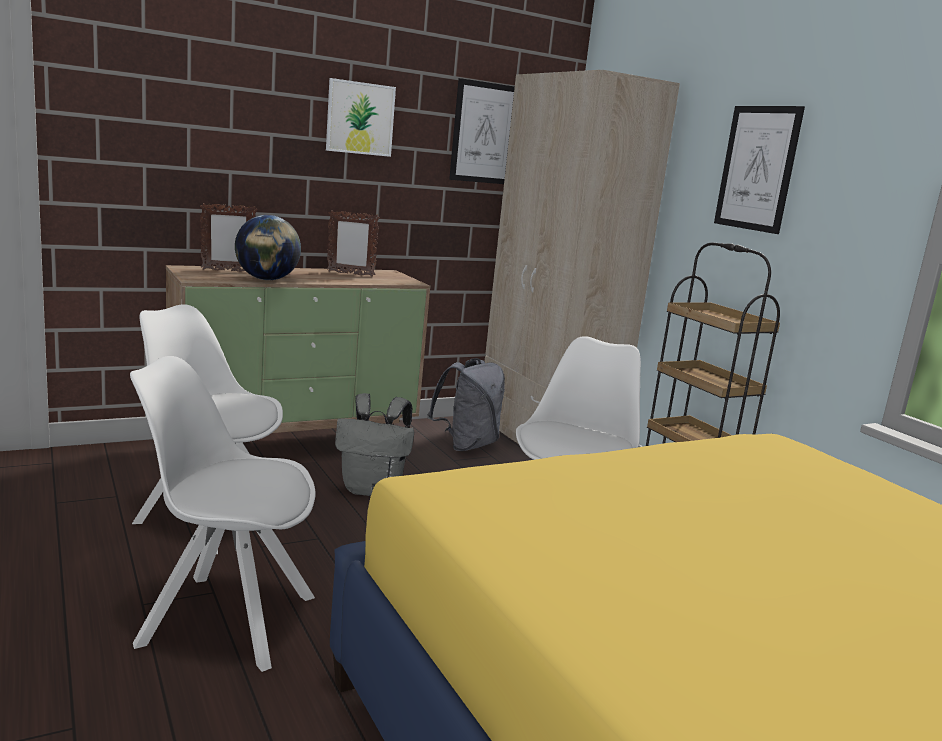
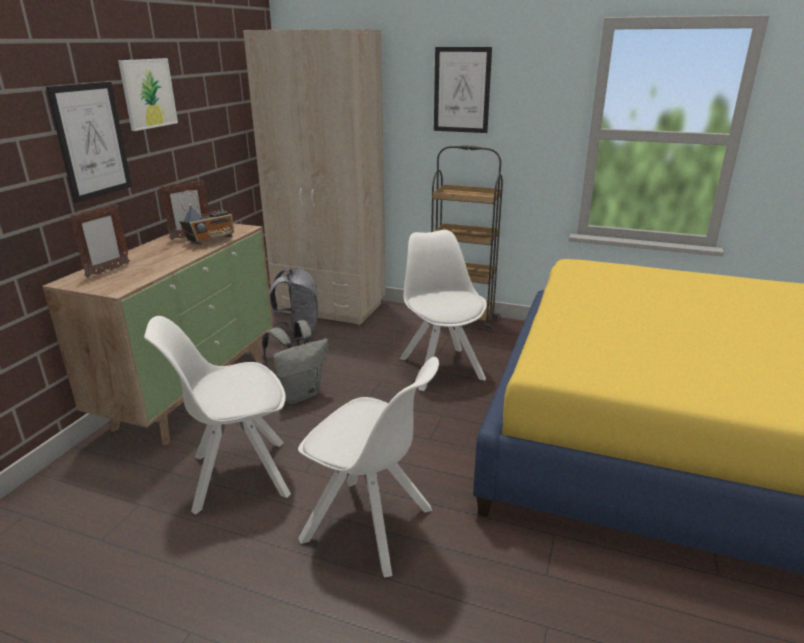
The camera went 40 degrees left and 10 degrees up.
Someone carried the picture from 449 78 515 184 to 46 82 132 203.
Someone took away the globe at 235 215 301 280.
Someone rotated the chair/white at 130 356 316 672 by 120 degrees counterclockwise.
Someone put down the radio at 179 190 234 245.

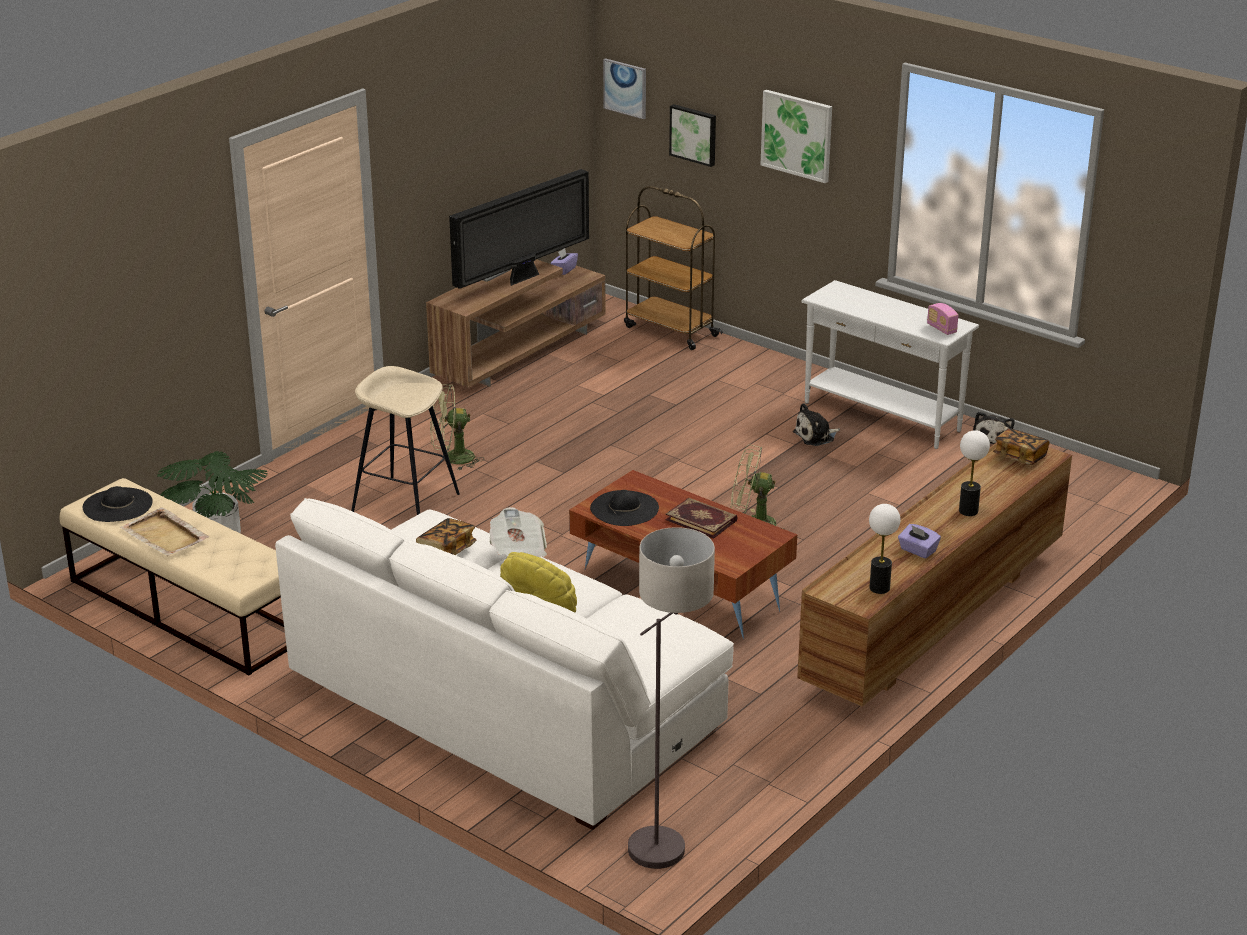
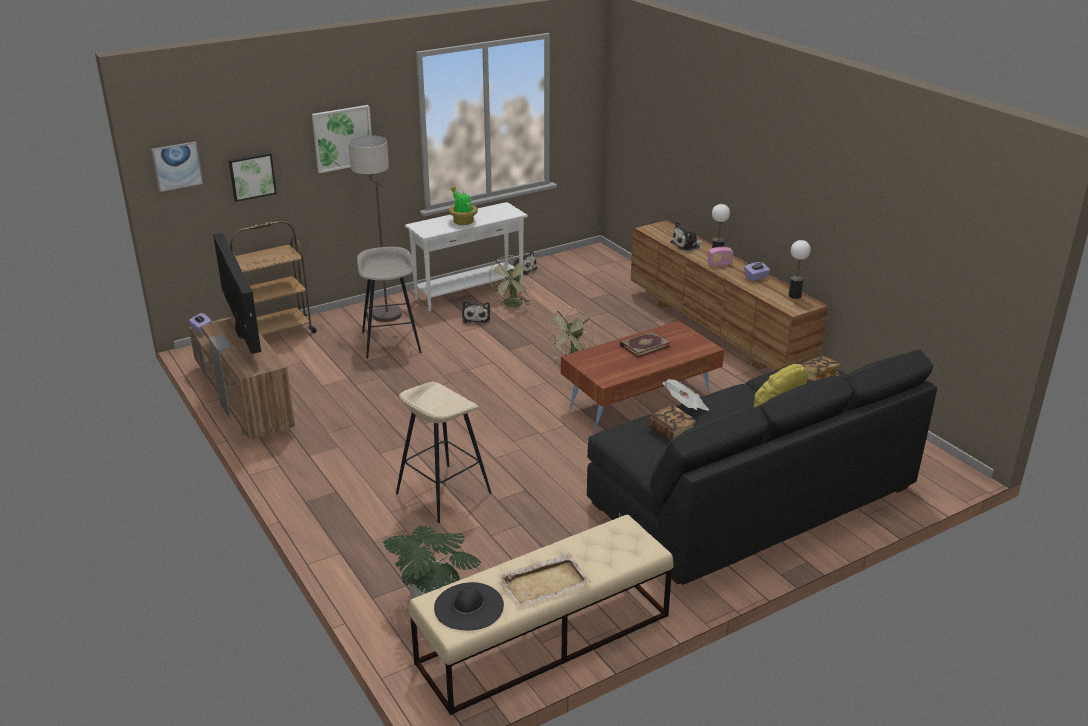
The camera went 70 degrees left and 0 degrees up.
Someone carried the radio from 927 303 958 335 to 708 247 734 266.
Someone carried the fan/green from 430 384 483 470 to 489 255 534 307.
Someone carried the book from 993 428 1049 465 to 800 355 841 382.
Someone took away the hat/black at 590 490 659 526.
Someone repainted the sofa/white at 275 498 734 830, which became the sofa/black at 587 350 937 585.
Someone carried the floor lamp/grey from 628 527 715 869 to 349 135 402 322.
Someone put down the potted plant at 449 187 478 225.
Someone put down the plush toy at 671 221 704 251.
Someone put down the stool/grey at 357 247 421 359.

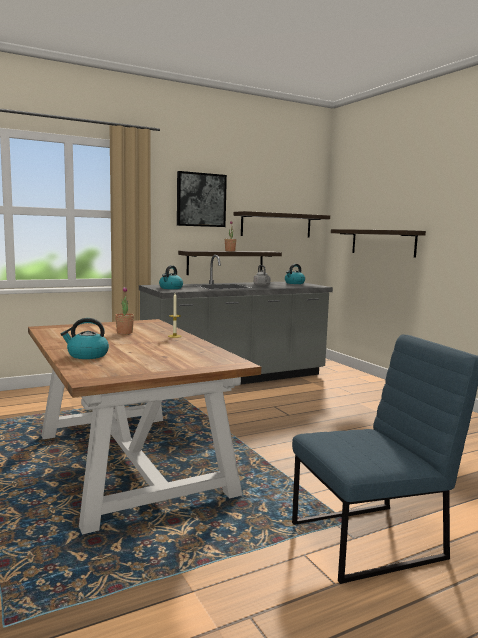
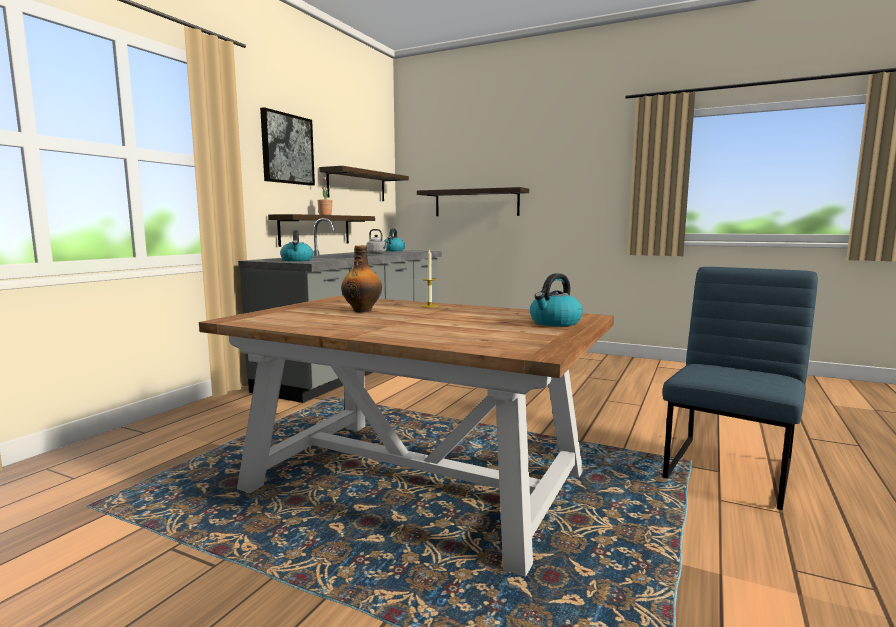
The camera went 35 degrees left and 0 degrees up.
Someone swapped the potted plant at 115 287 134 334 for the bottle at 341 245 382 312.
Someone carried the kettle from 61 318 109 359 to 530 273 583 326.

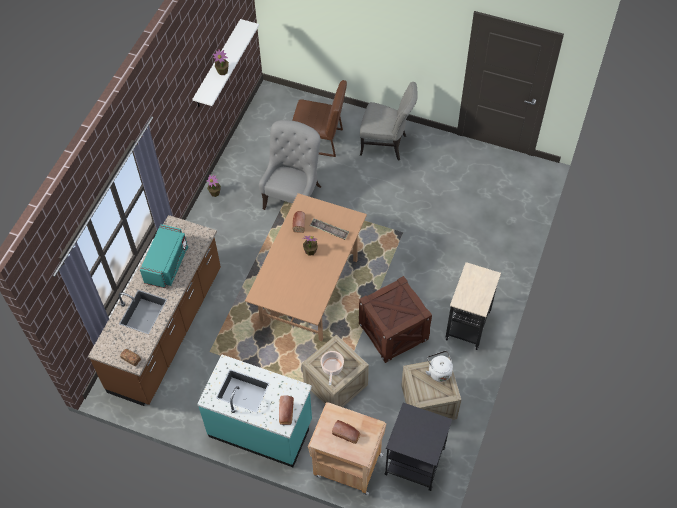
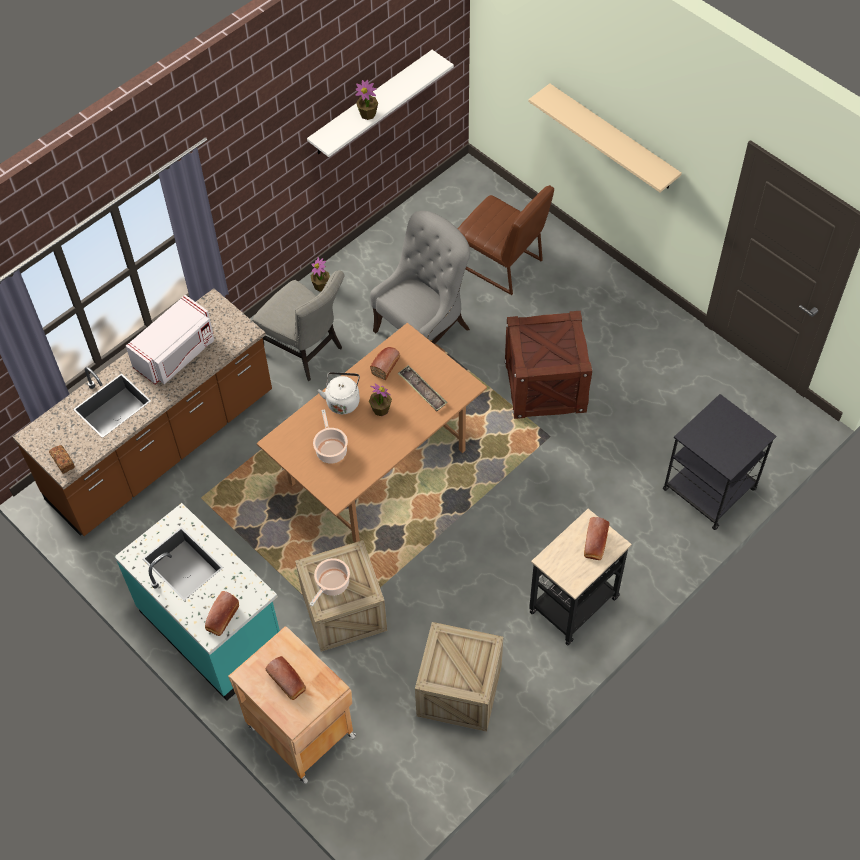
The camera went 25 degrees right and 0 degrees up.
Someone carried the chair/grey from 360 82 418 160 to 252 270 345 381.
Someone repainted the microwave/turquoise at 140 224 188 288, which became the microwave/white at 126 295 214 384.
Someone carried the crate from 359 276 432 363 to 504 311 593 419.
Someone carried the kettle/white from 425 351 453 382 to 318 372 360 414.
Someone carried the cart/black from 384 403 452 491 to 663 394 776 530.
Someone put up the shelf/beige at 529 84 682 192.
Someone put down the cooking pot at 313 409 348 464.
Someone put down the bread at 584 517 610 560.

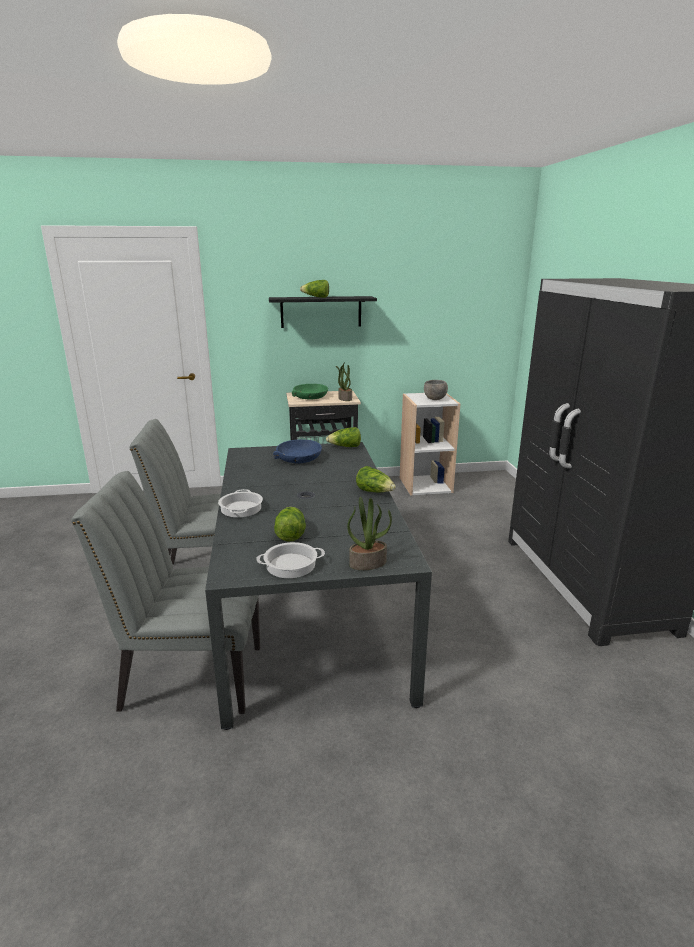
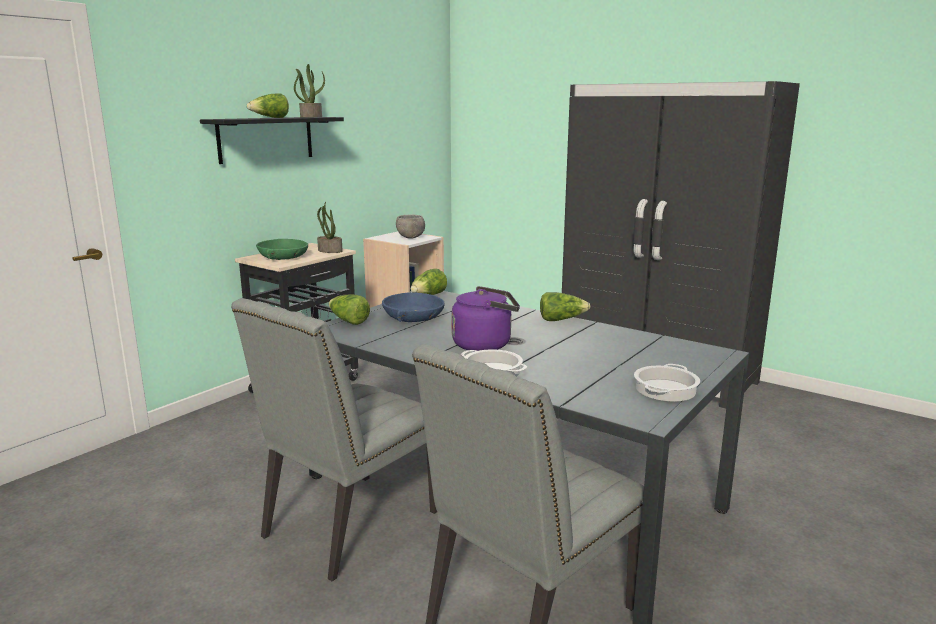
The camera went 45 degrees left and 5 degrees down.
Someone carried the potted plant from 347 497 392 570 to 294 64 325 117.
Someone carried the lettuce from 274 507 306 542 to 329 295 370 325.
Someone put down the kettle/purple at 451 286 520 351.

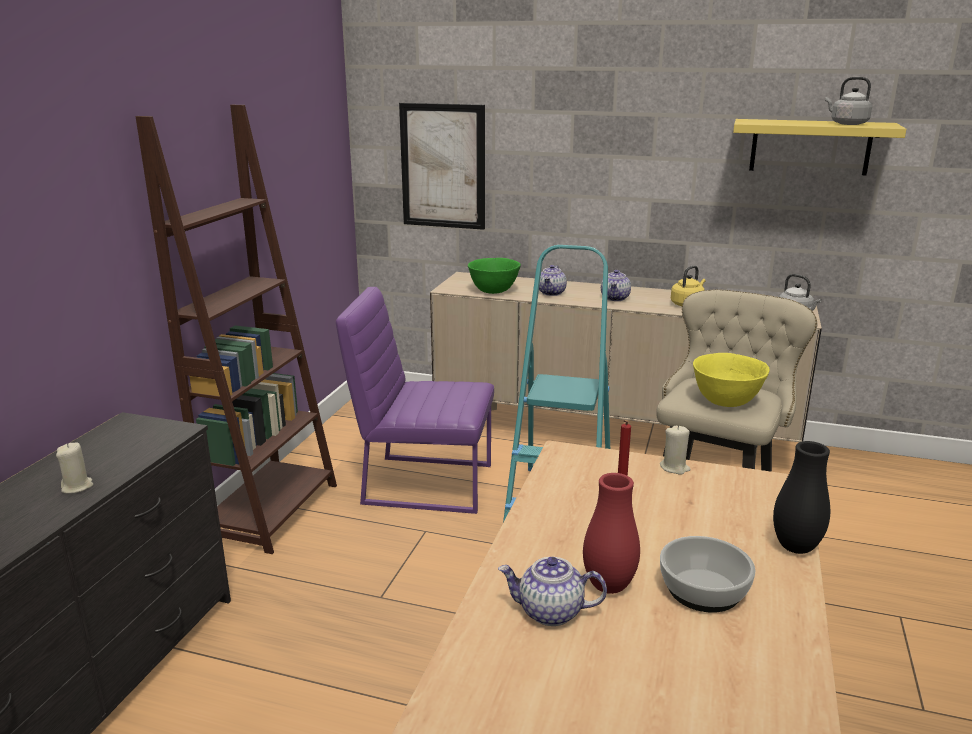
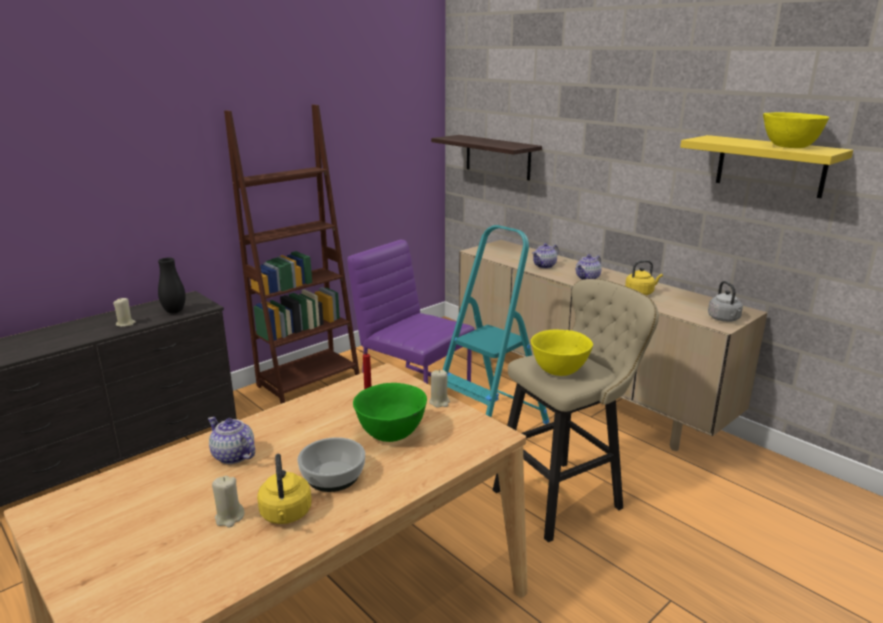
The camera went 30 degrees right and 0 degrees up.
Someone swapped the kettle/grey at 825 77 872 125 for the bowl/yellow at 763 112 829 148.
Someone swapped the picture at 399 103 485 230 for the shelf at 431 135 542 180.
Someone carried the bowl/green from 468 258 521 294 to 353 383 427 442.
Someone carried the vase/black from 773 441 830 554 to 158 258 186 313.
Someone took away the vase/red at 583 473 640 594.
Someone put down the kettle/yellow at 257 454 312 524.
Someone put down the candle/beige at 212 476 245 527.

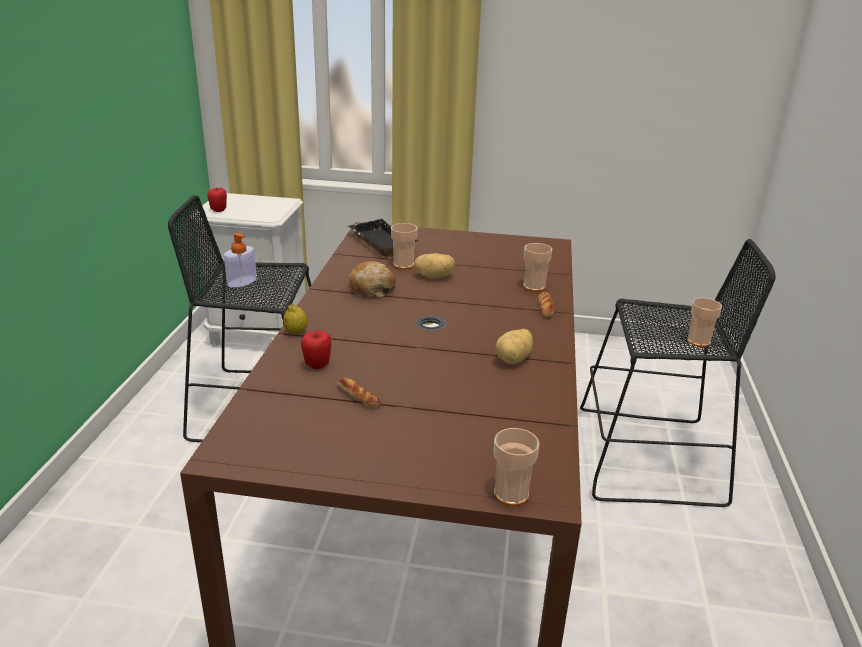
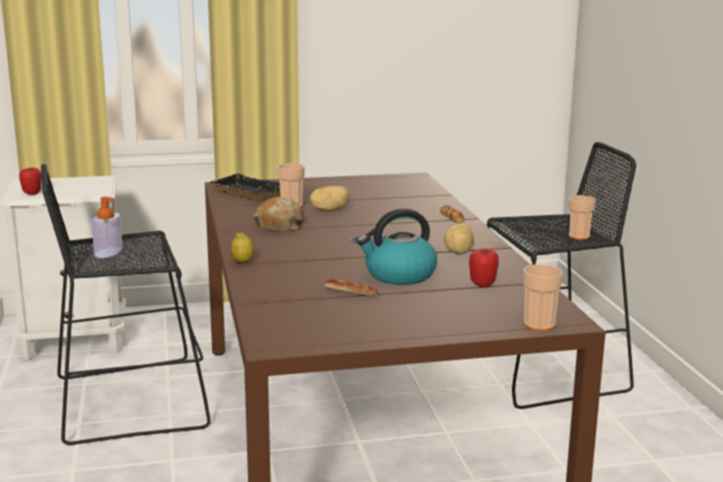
The camera went 20 degrees left and 10 degrees down.
Someone took away the cup at 523 243 552 292.
Someone carried the apple from 301 331 331 369 to 469 248 499 287.
Someone put down the kettle at 357 209 437 285.

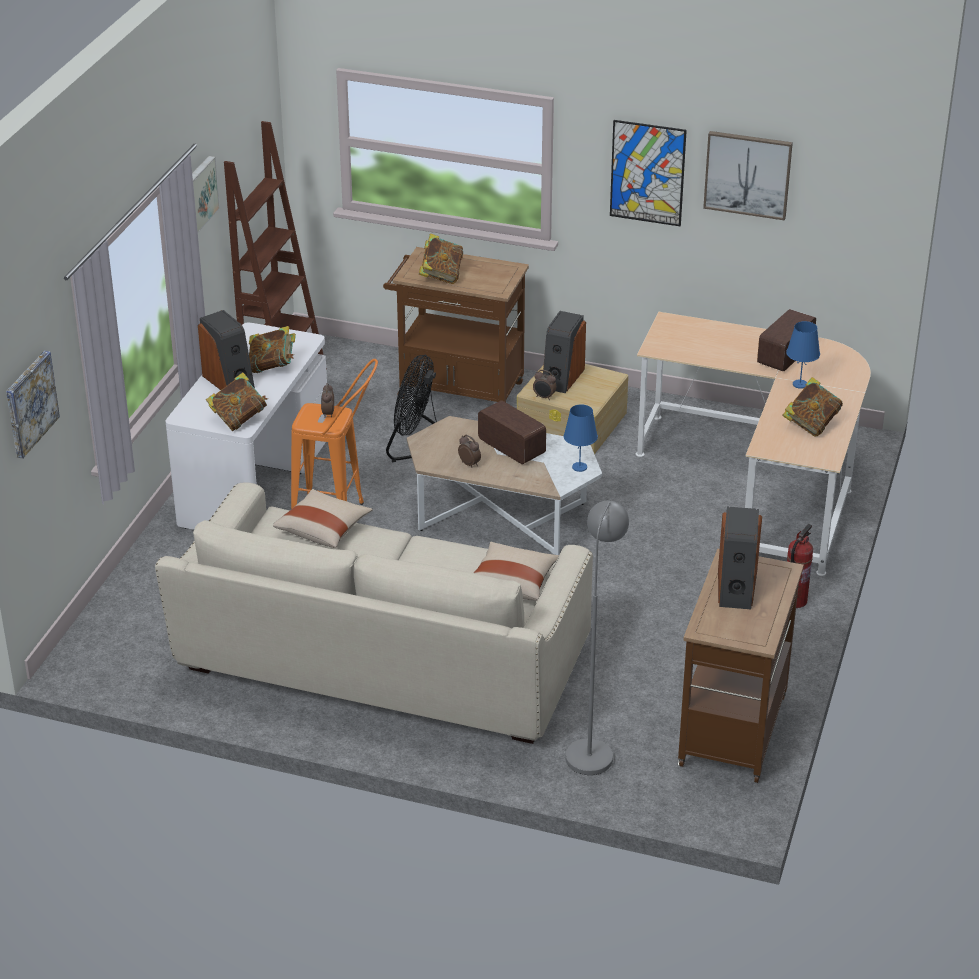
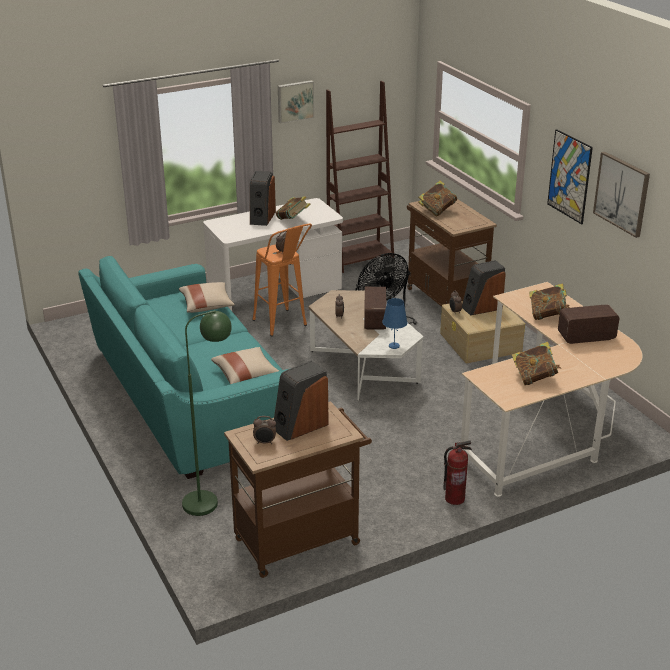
The camera went 45 degrees right and 5 degrees down.
Someone took away the table lamp/blue at 786 321 820 389.
Someone took away the picture at 6 351 60 459.
Someone carried the book from 206 372 268 431 to 529 283 570 320.
Someone repainted the sofa/beige at 155 482 593 744, which became the sofa/turquoise at 78 256 288 479.
Someone repainted the floor lamp/grey at 565 501 629 775, which became the floor lamp/green at 182 310 232 516.
Someone put down the alarm clock at 253 416 276 444.

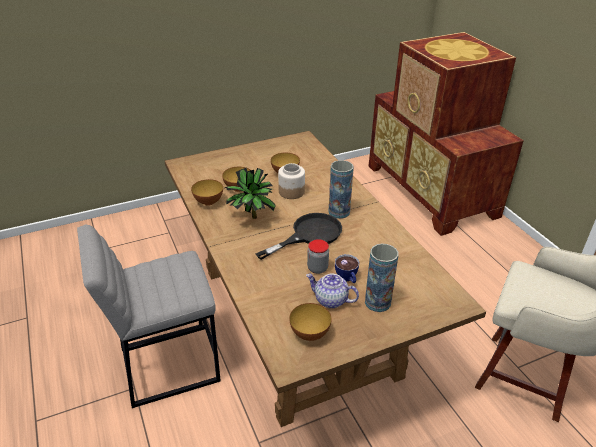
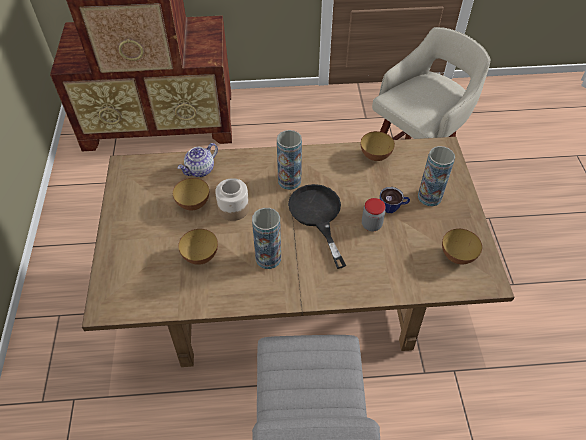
The camera went 70 degrees left and 15 degrees up.
Someone swapped the potted plant at 225 168 275 219 for the vase at 252 208 281 269.
Someone carried the bowl from 191 179 223 206 to 361 131 395 161.
Someone carried the teapot from 306 274 359 308 to 178 143 218 177.

